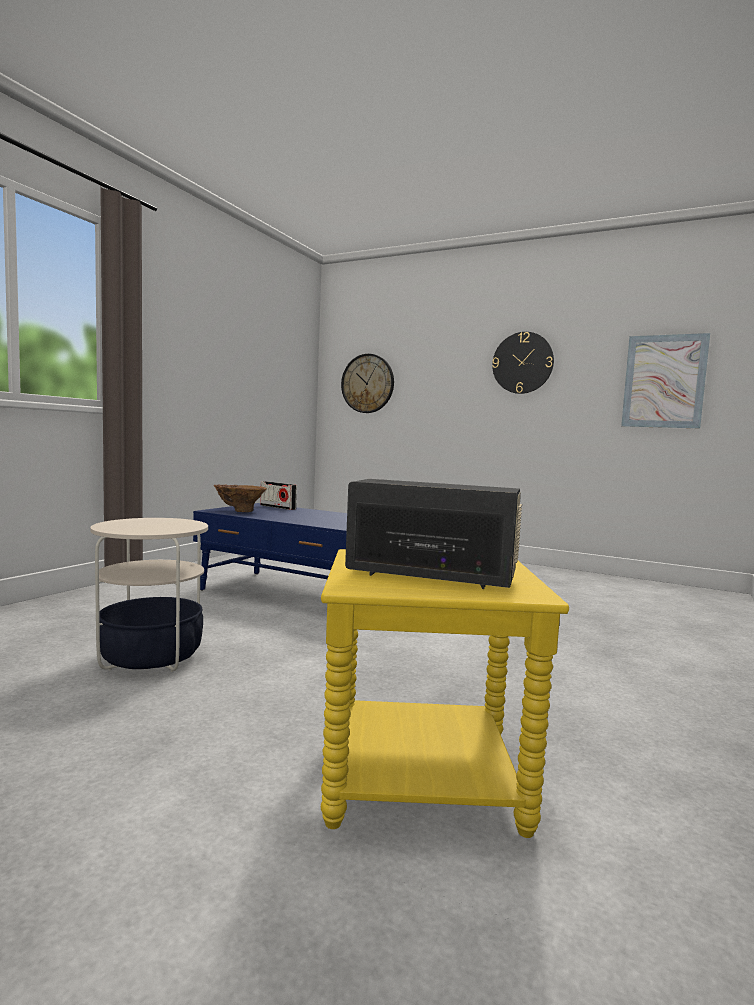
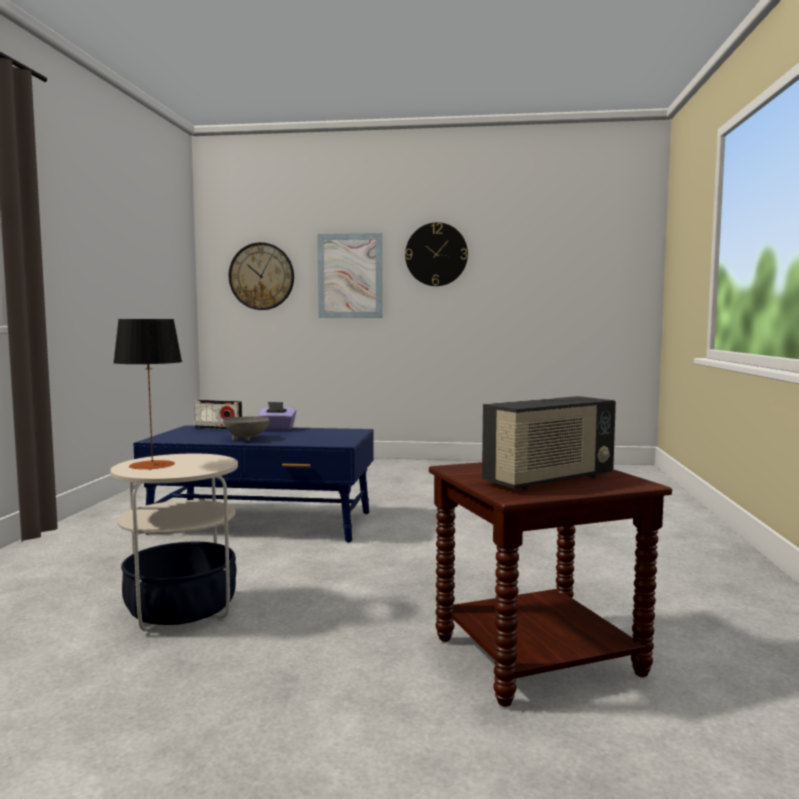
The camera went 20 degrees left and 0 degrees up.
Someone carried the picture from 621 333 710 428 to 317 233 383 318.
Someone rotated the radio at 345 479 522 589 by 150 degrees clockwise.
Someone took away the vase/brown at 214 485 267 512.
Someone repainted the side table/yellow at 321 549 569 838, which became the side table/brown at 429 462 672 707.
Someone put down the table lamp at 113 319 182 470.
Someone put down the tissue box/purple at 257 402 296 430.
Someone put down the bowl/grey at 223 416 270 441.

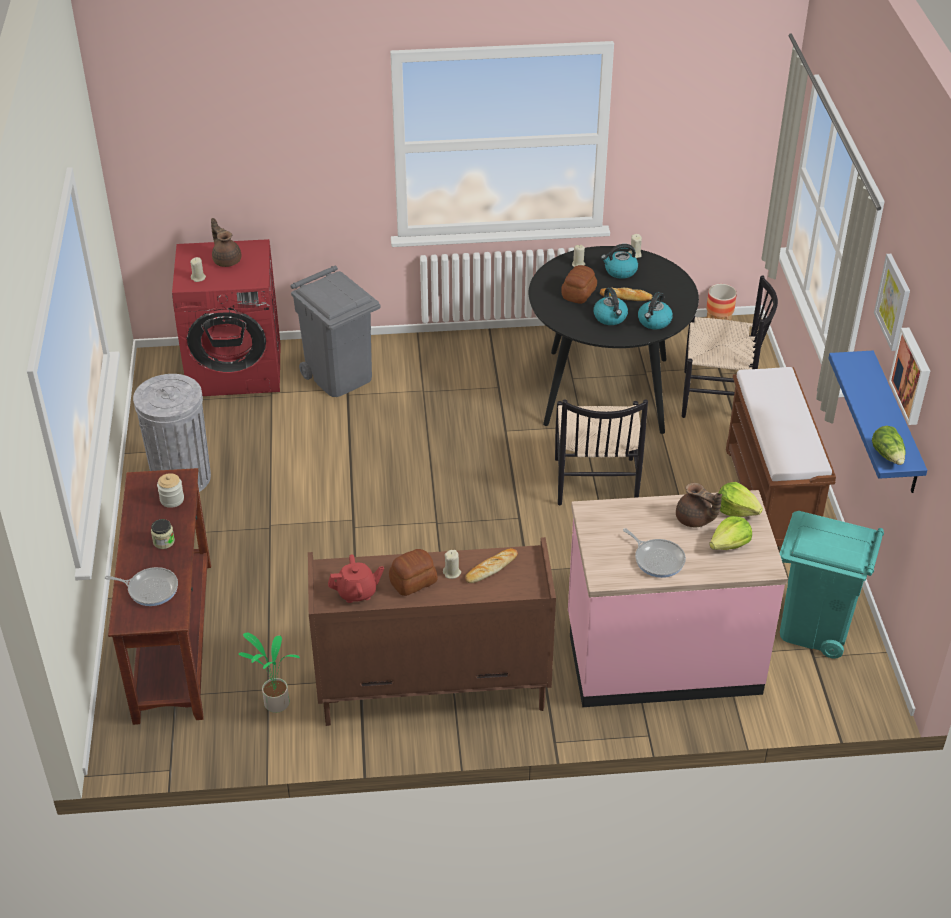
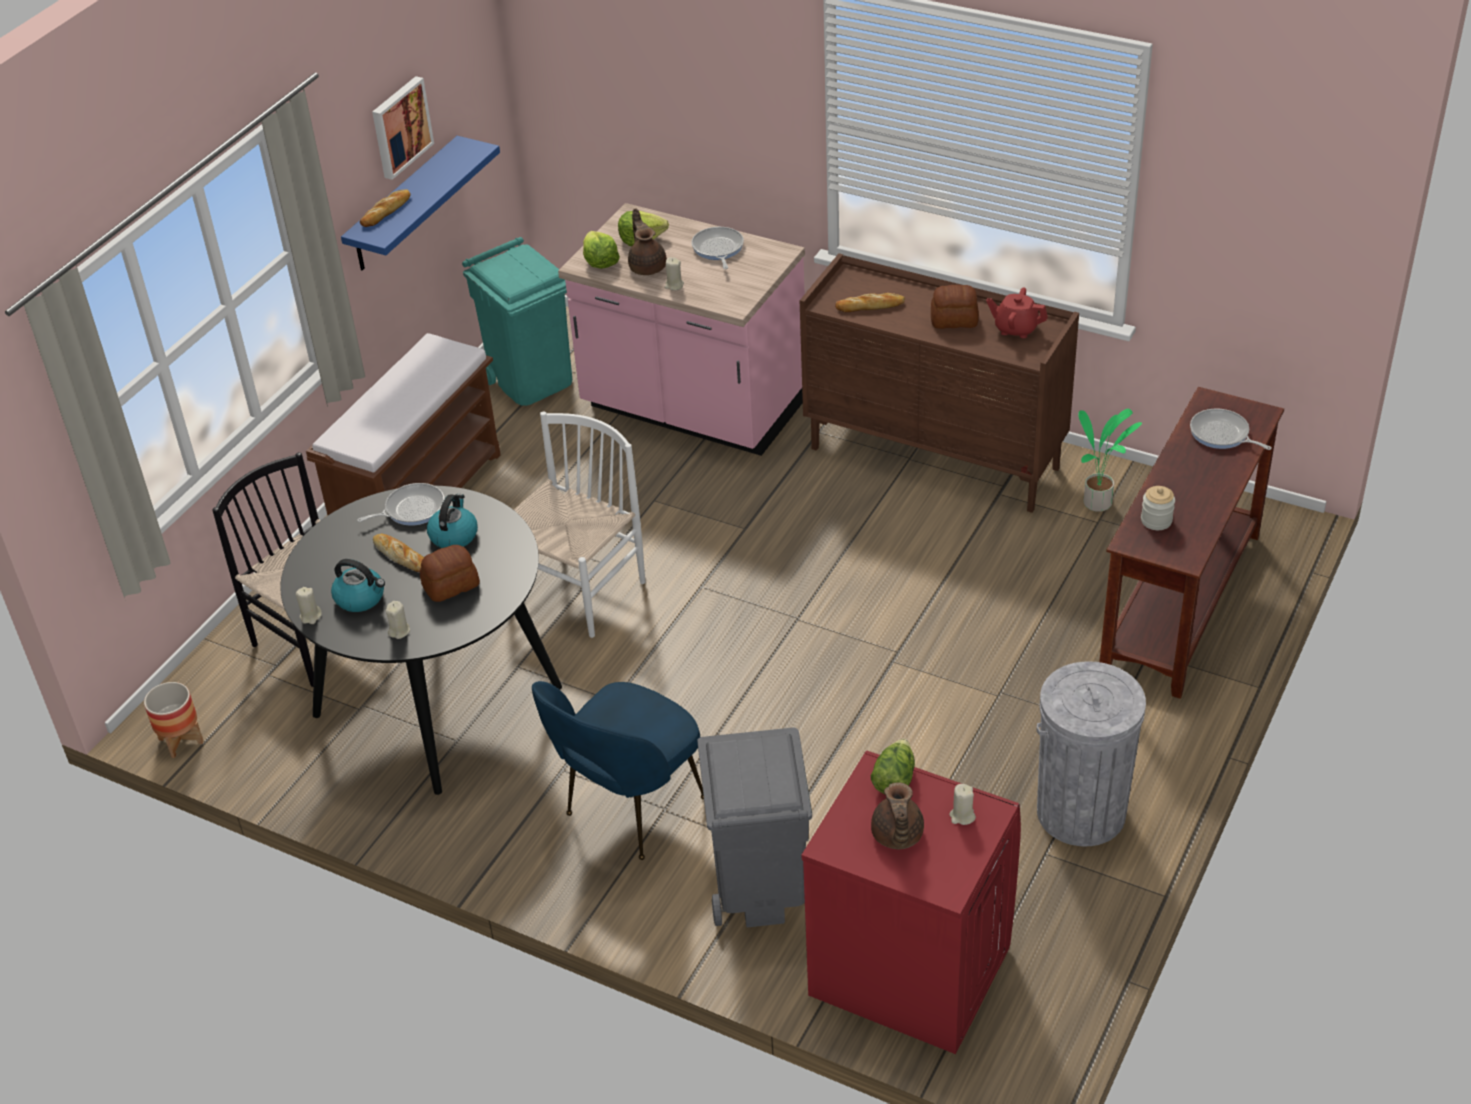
The camera went 145 degrees left and 0 degrees up.
Someone took away the picture at 874 254 910 351.
Someone swapped the kettle at 638 292 673 330 for the frying pan at 357 483 444 526.
Someone repainted the chair/black at 555 399 648 505, which became the chair/white at 514 411 645 638.
Someone carried the lettuce from 872 426 905 465 to 871 739 915 794.
Someone took away the jar at 151 519 175 549.
Someone carried the candle/beige from 443 550 461 579 to 665 257 684 290.
Someone put down the bread at 360 189 411 227.
Someone put down the chair/blue at 532 681 704 860.

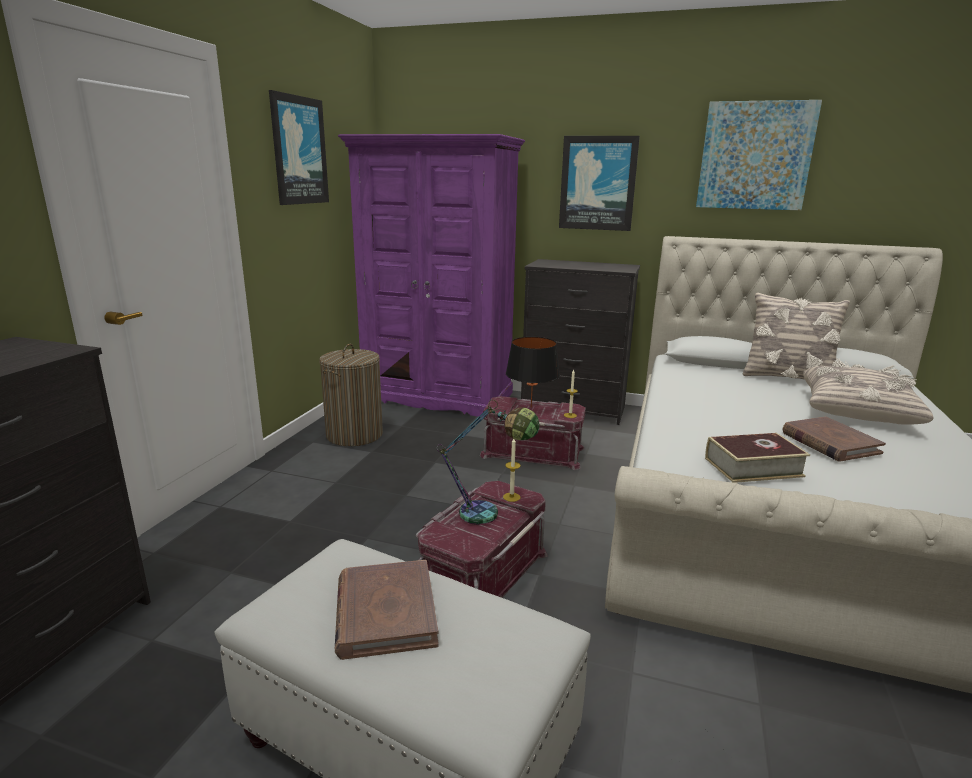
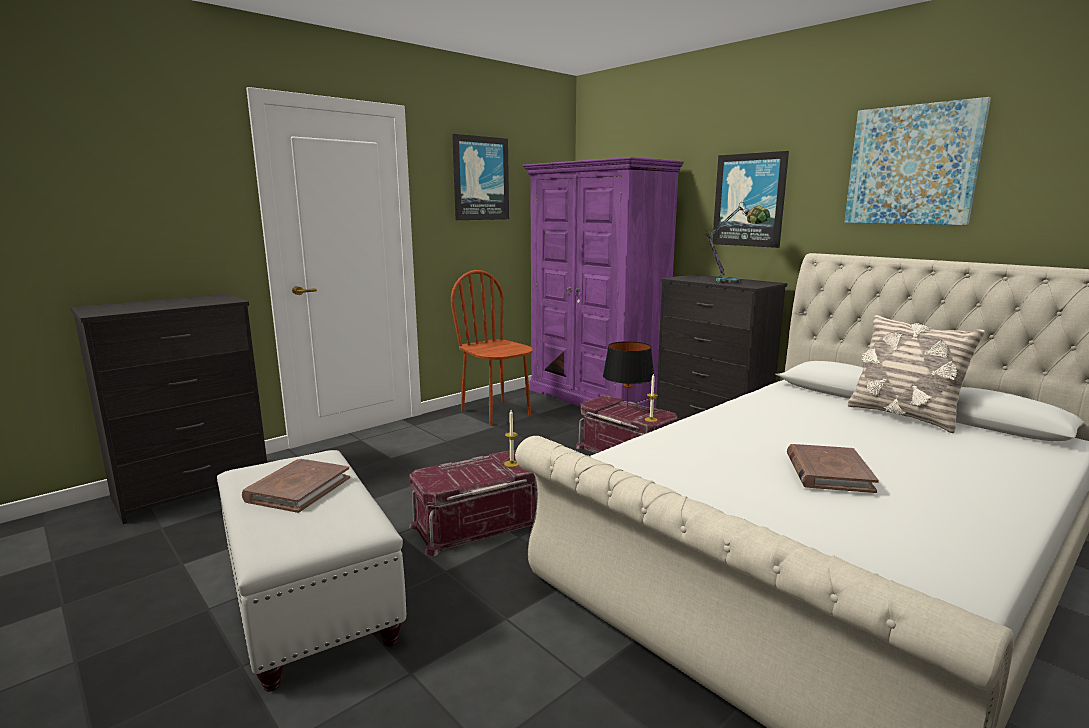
The camera went 30 degrees right and 5 degrees down.
Someone swapped the laundry basket at 319 344 383 446 for the chair/brown at 451 270 533 426.
Someone took away the pillow/beige at 803 358 933 425.
Someone carried the table lamp from 437 400 540 525 to 707 202 770 283.
Someone took away the book at 705 433 810 483.

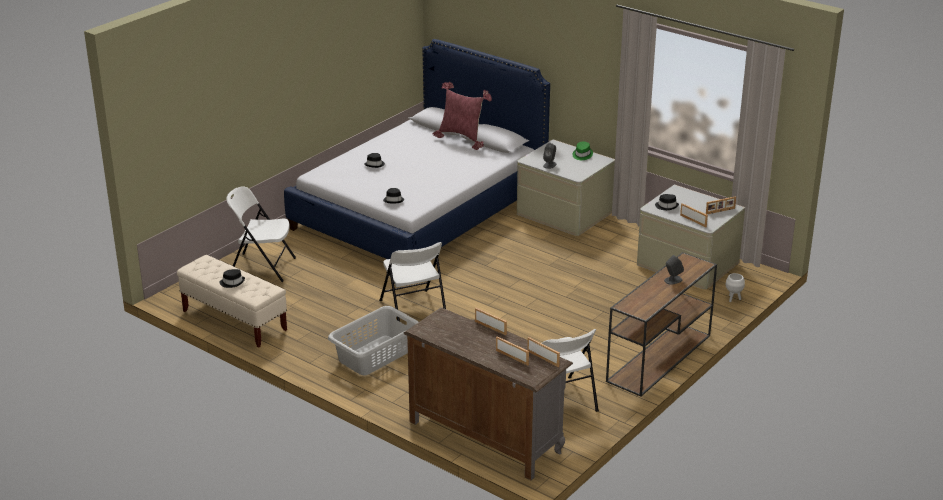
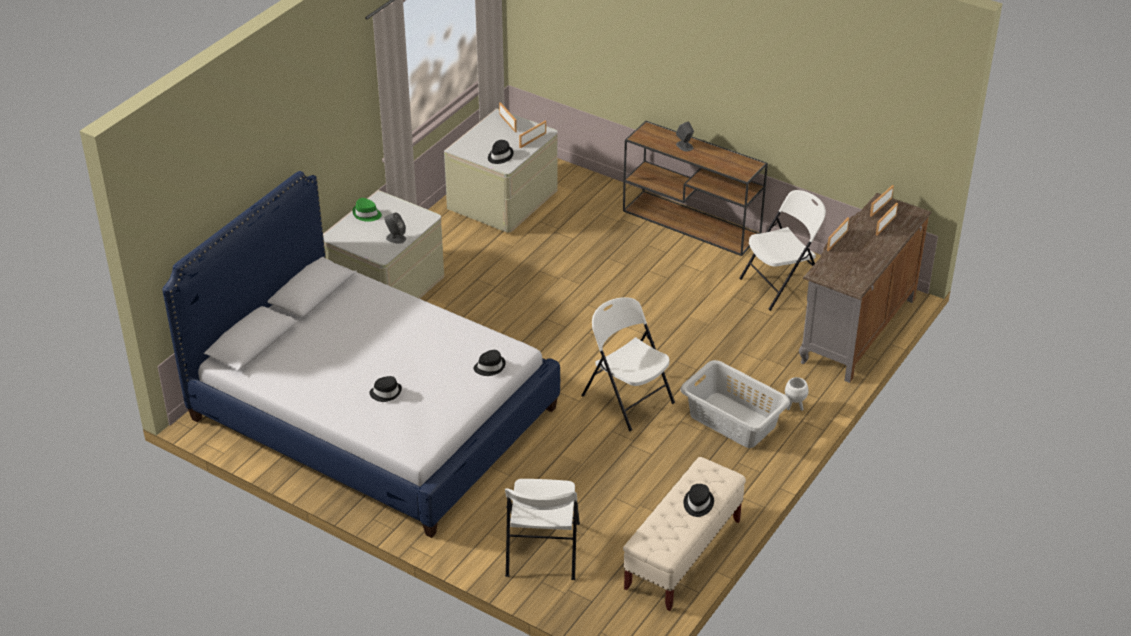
The camera went 95 degrees left and 10 degrees up.
Someone took away the pillow/red at 432 82 492 150.
Someone rotated the chair/white at 379 242 446 322 by 105 degrees counterclockwise.
Someone carried the planter/white from 726 273 745 302 to 785 377 808 411.

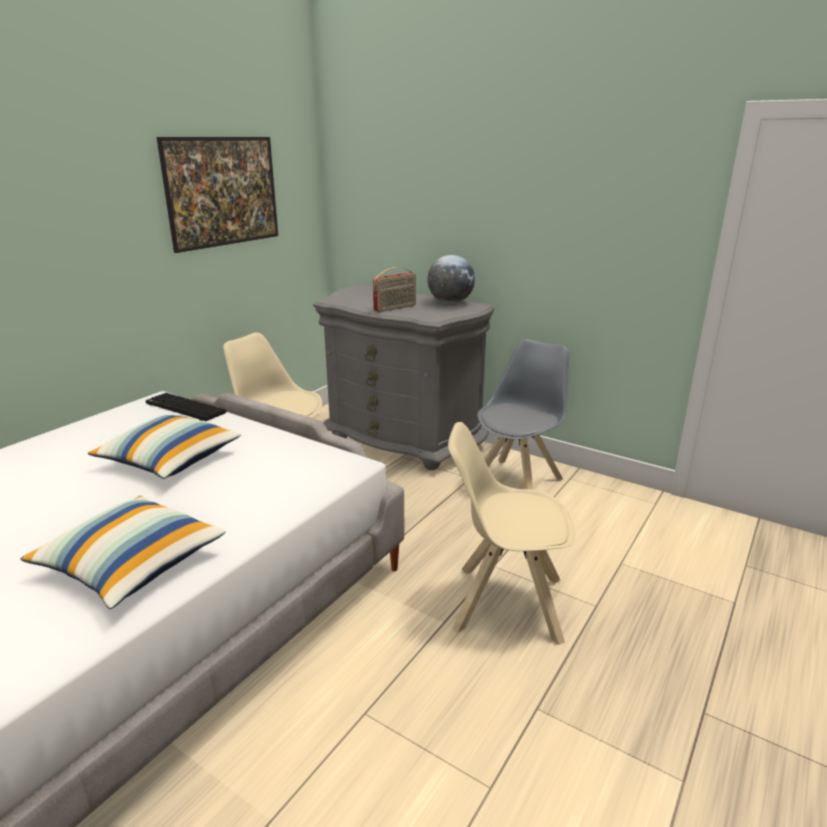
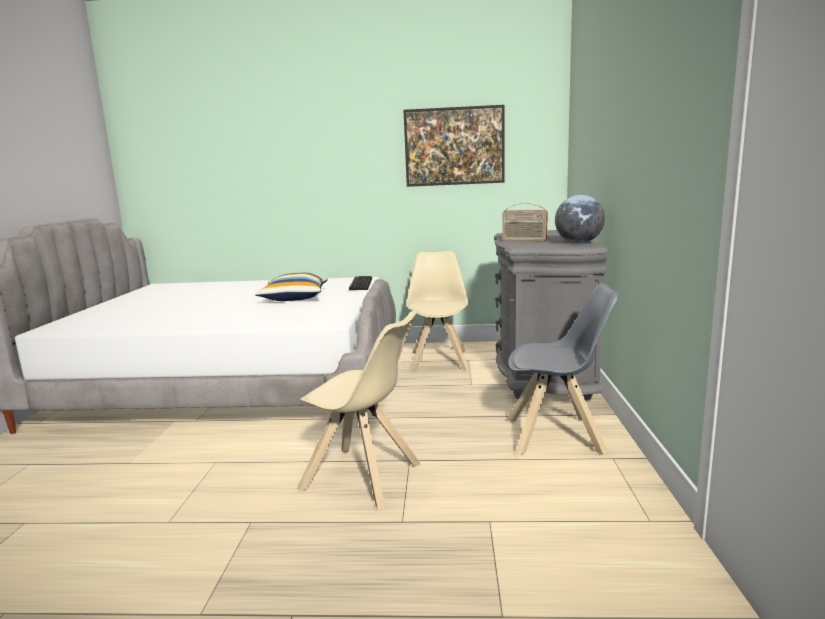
The camera went 60 degrees right and 10 degrees down.
Someone rotated the chair/beige at 448 422 575 645 by 135 degrees clockwise.
Someone took away the pillow at 20 496 226 609.

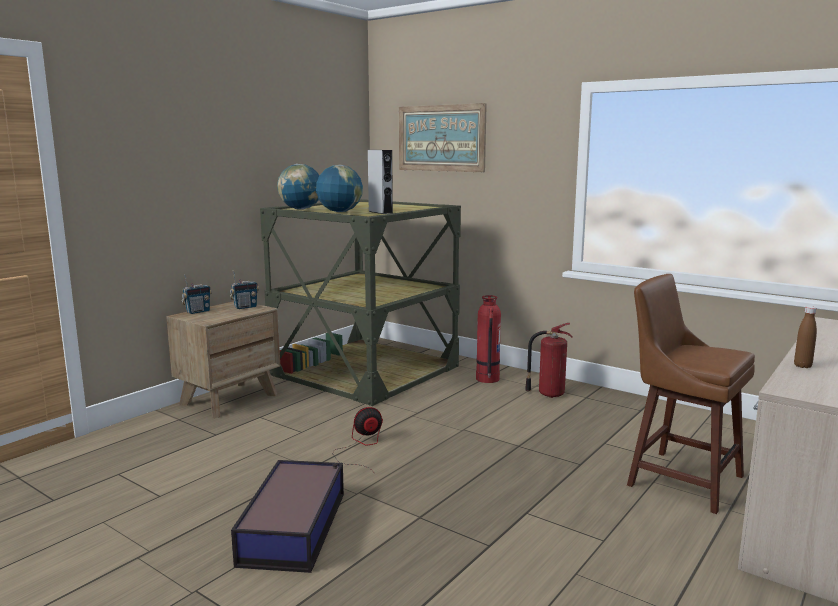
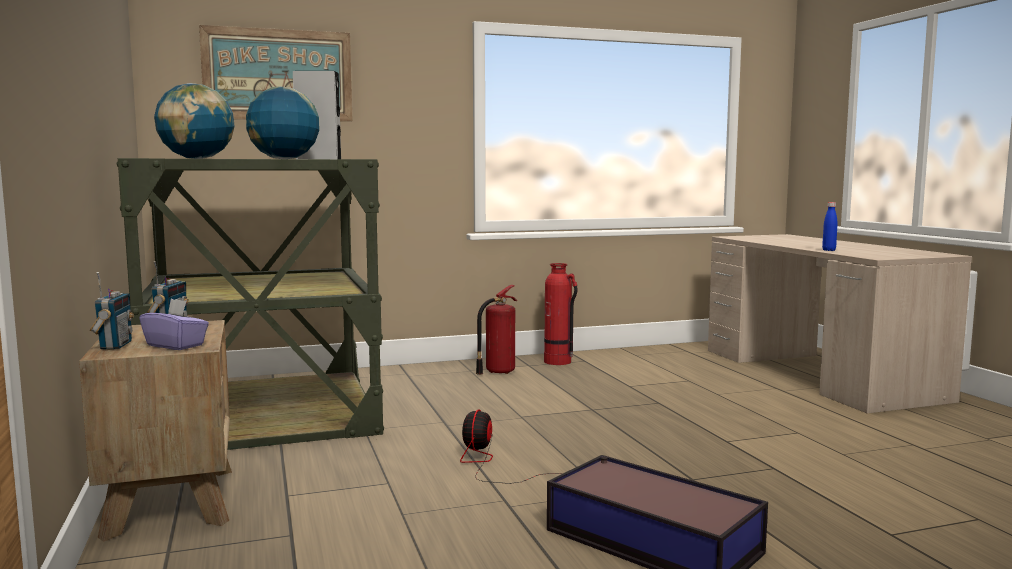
The camera went 55 degrees left and 5 degrees down.
Someone took away the chair/brown at 627 274 755 514.
Someone carried the fire extinguisher from 476 295 501 383 to 544 263 577 365.
Someone repainted the bottle/brown at 794 306 817 368, which became the bottle/blue at 822 202 837 251.
Someone put down the tissue box/purple at 139 299 209 350.

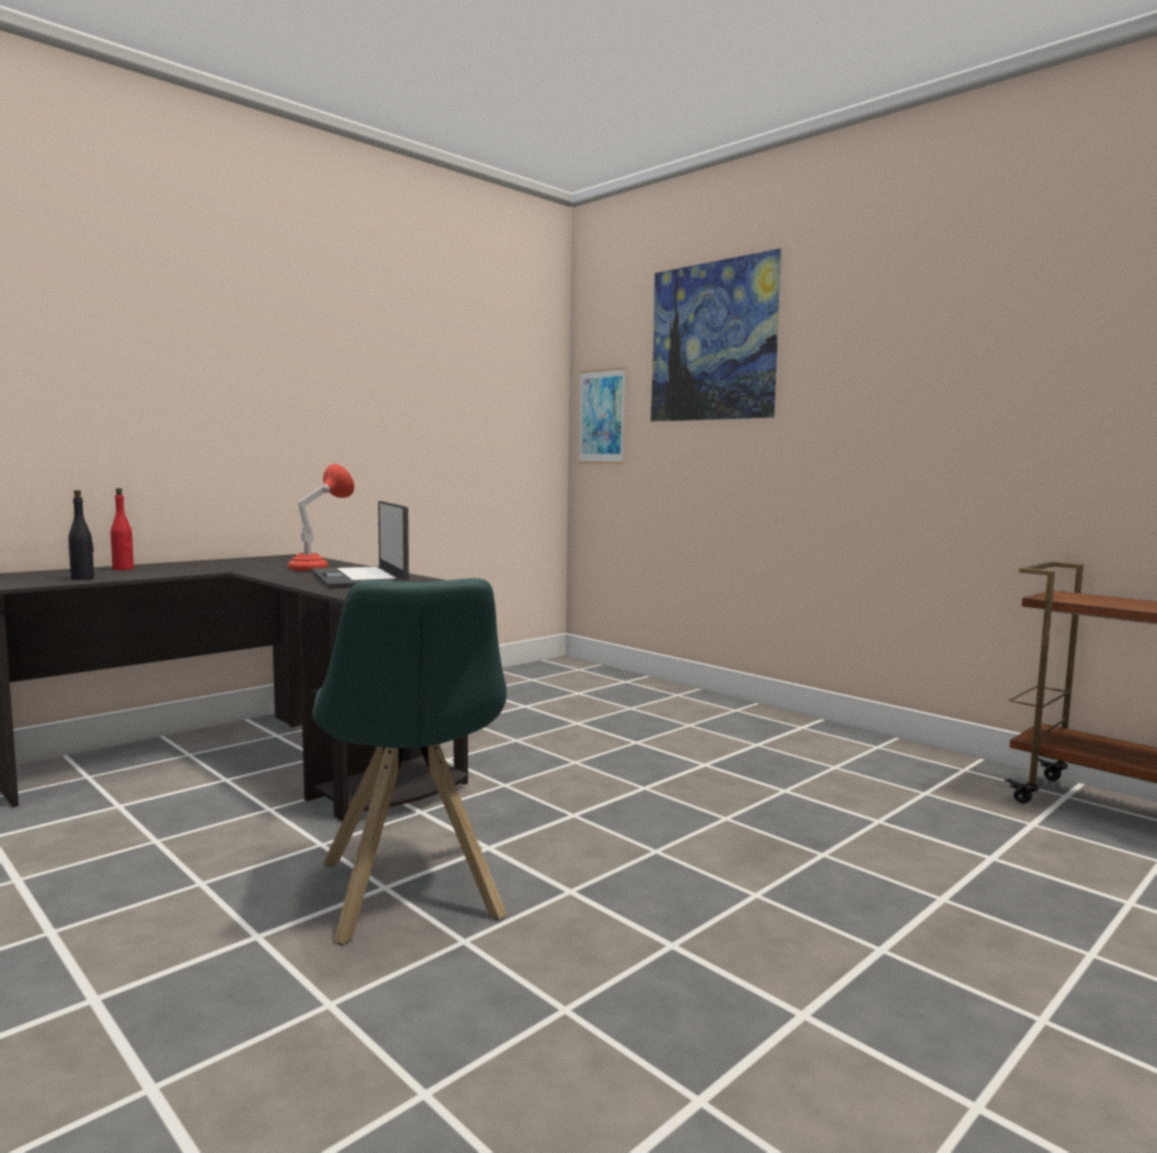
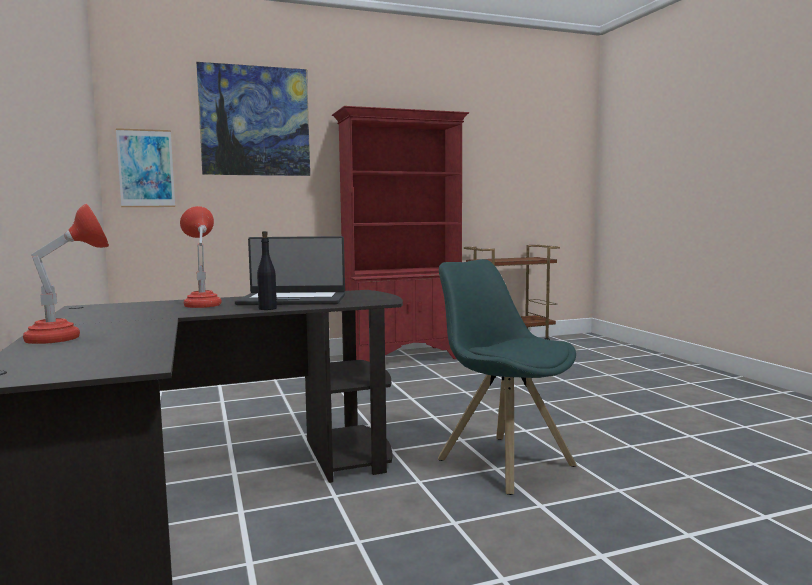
The camera went 65 degrees left and 0 degrees up.
Someone swapped the bottle/red at 111 488 134 570 for the table lamp/red at 23 204 109 344.
Someone carried the bottle/black from 68 490 94 580 to 257 231 277 310.
Someone rotated the chair/turquoise at 312 578 507 945 by 135 degrees counterclockwise.
Someone put down the bookcase/red at 332 106 469 362.

